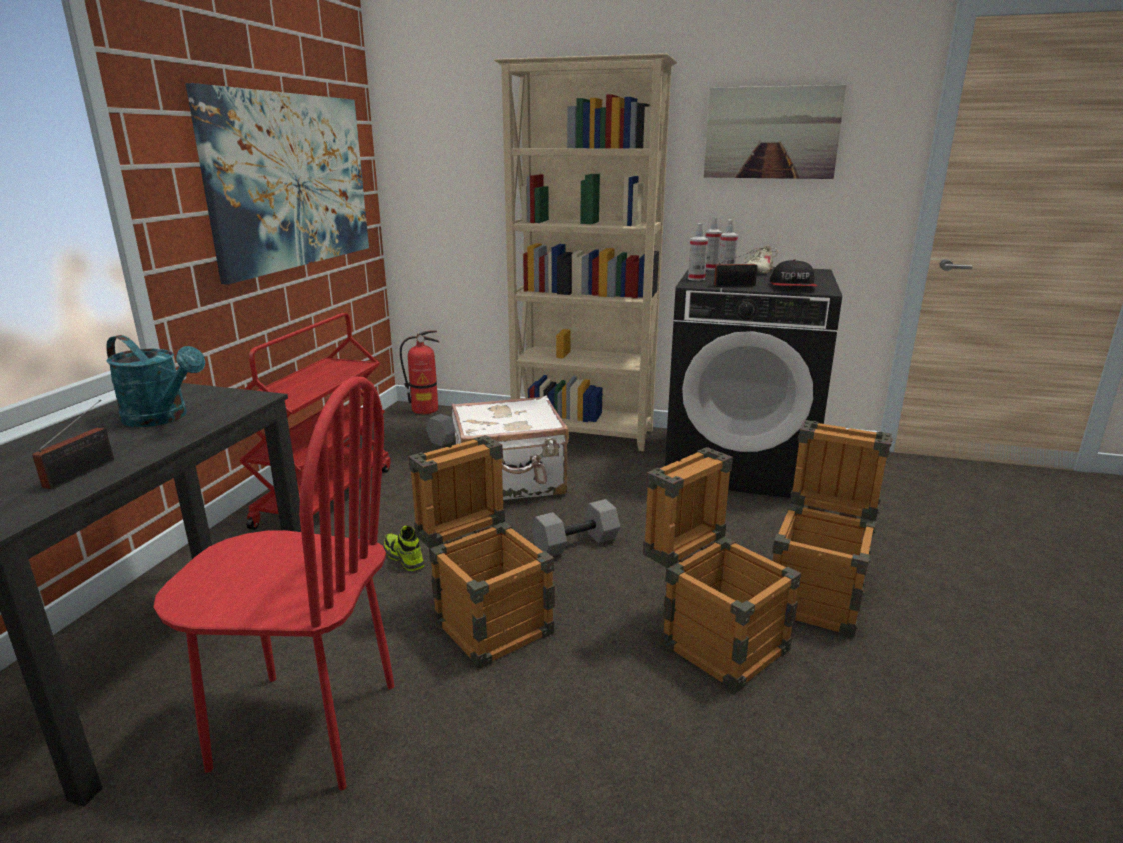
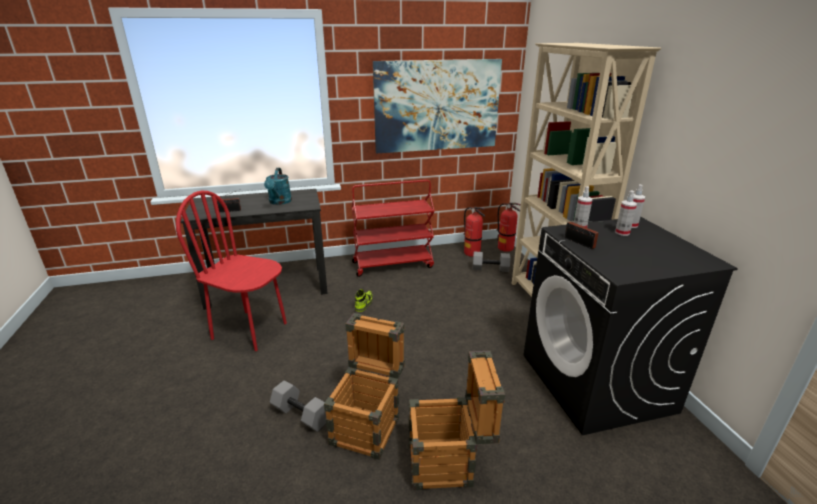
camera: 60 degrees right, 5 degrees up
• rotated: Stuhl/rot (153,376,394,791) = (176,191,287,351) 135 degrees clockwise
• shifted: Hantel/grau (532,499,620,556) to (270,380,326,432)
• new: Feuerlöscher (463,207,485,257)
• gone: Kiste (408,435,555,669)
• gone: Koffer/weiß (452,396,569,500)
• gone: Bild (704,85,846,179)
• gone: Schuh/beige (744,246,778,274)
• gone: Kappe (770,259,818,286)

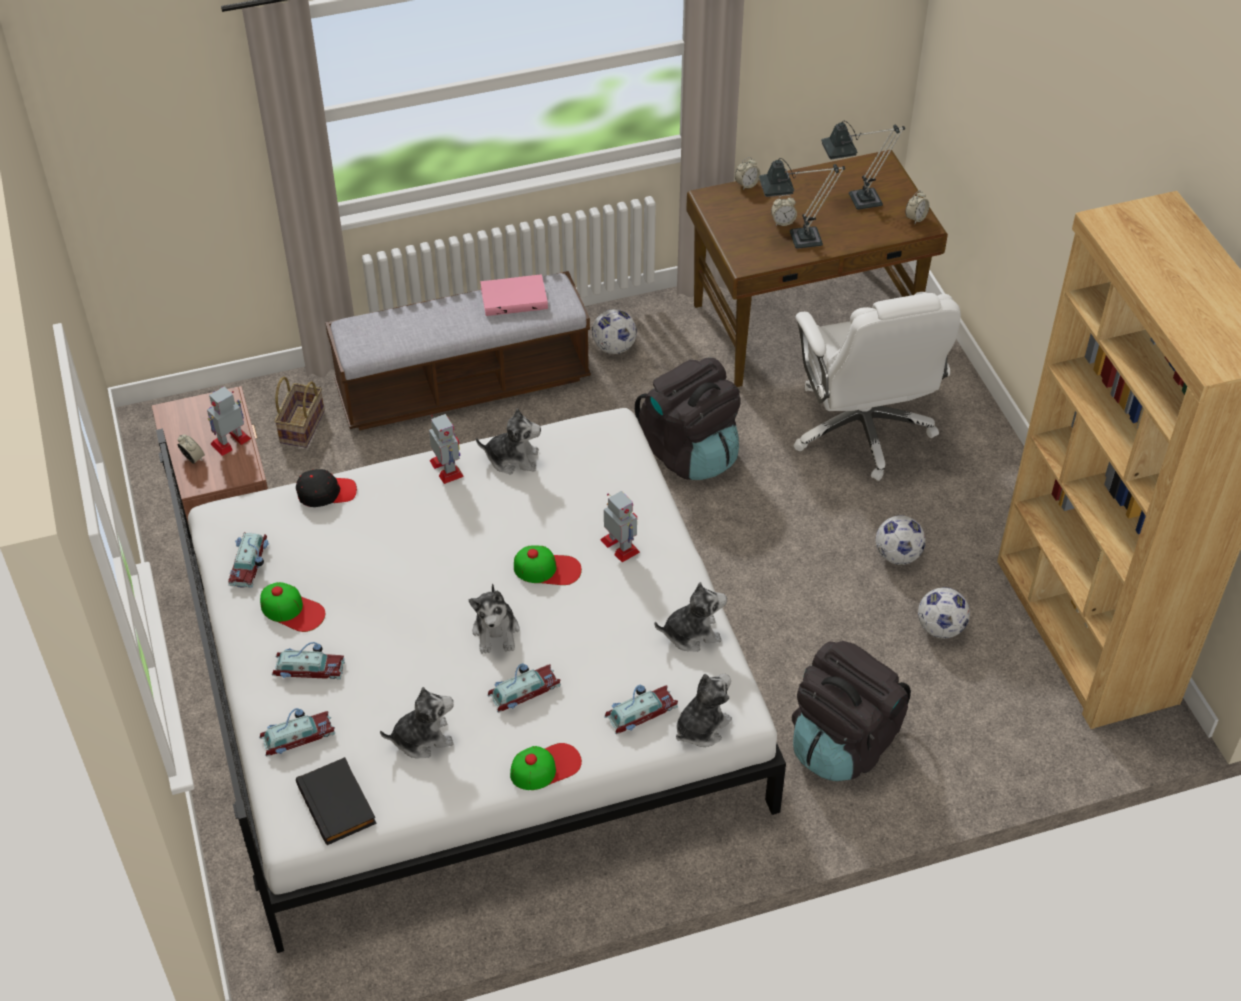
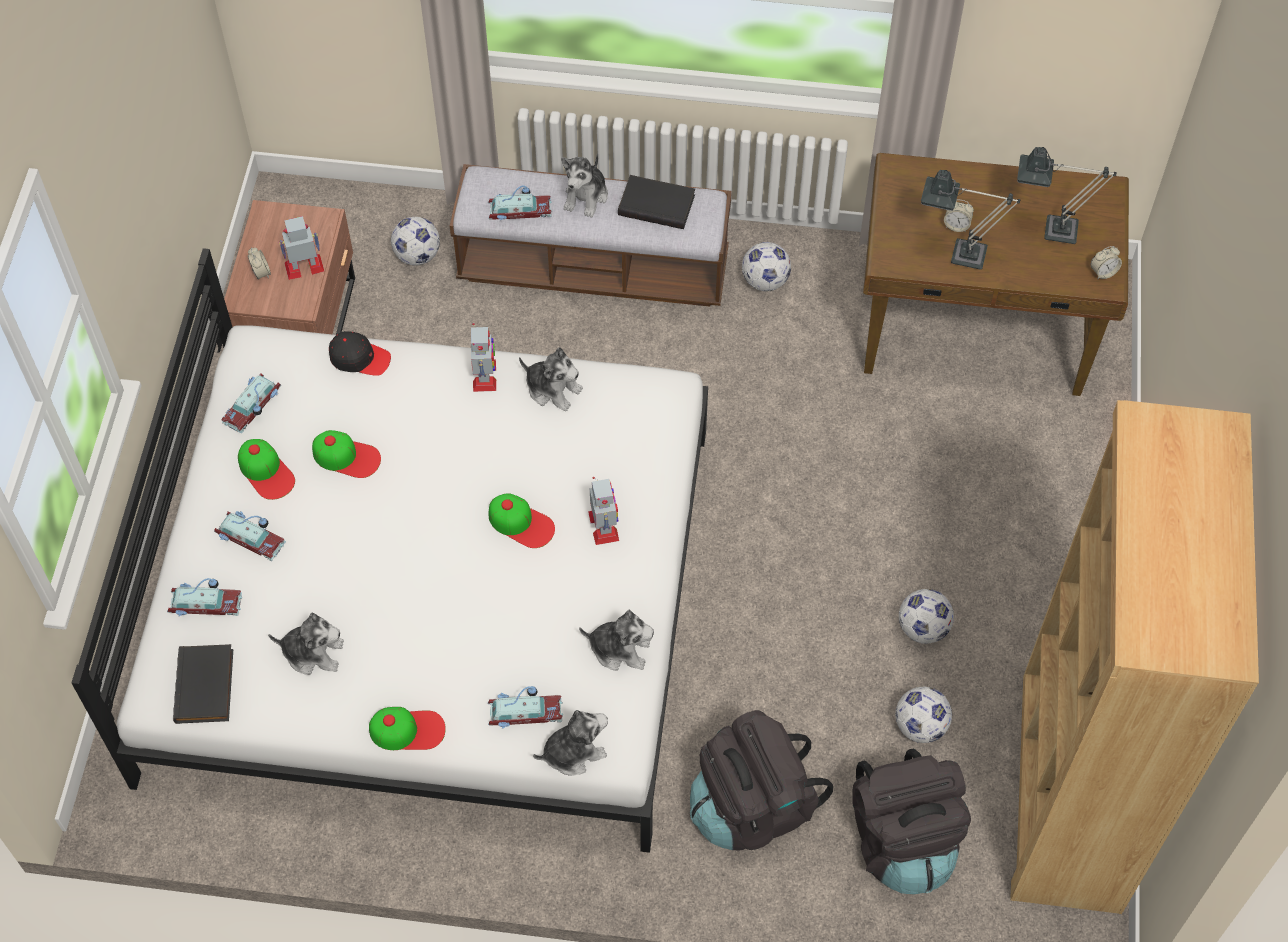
camera: 25 degrees right, 10 degrees up
• new: Kappe (312,430,381,478)
• swapped: Korb (274,376,325,448) to Fußball (391,217,440,266)
• shifted: Spielzeugauto (487,663,561,713) to (488,185,552,220)
• shifted: Plüschtier (469,583,520,654) to (561,153,608,217)
• repainted: Buch/rosa (480,274,548,316) to Buch/schwarz (618,175,695,229)
• shifted: Rucksack/schwarz (635,358,741,480) to (852,749,971,894)
• gone: Wecker (735,157,761,190)
• gone: Bürostuhl/weiß (794,292,961,481)

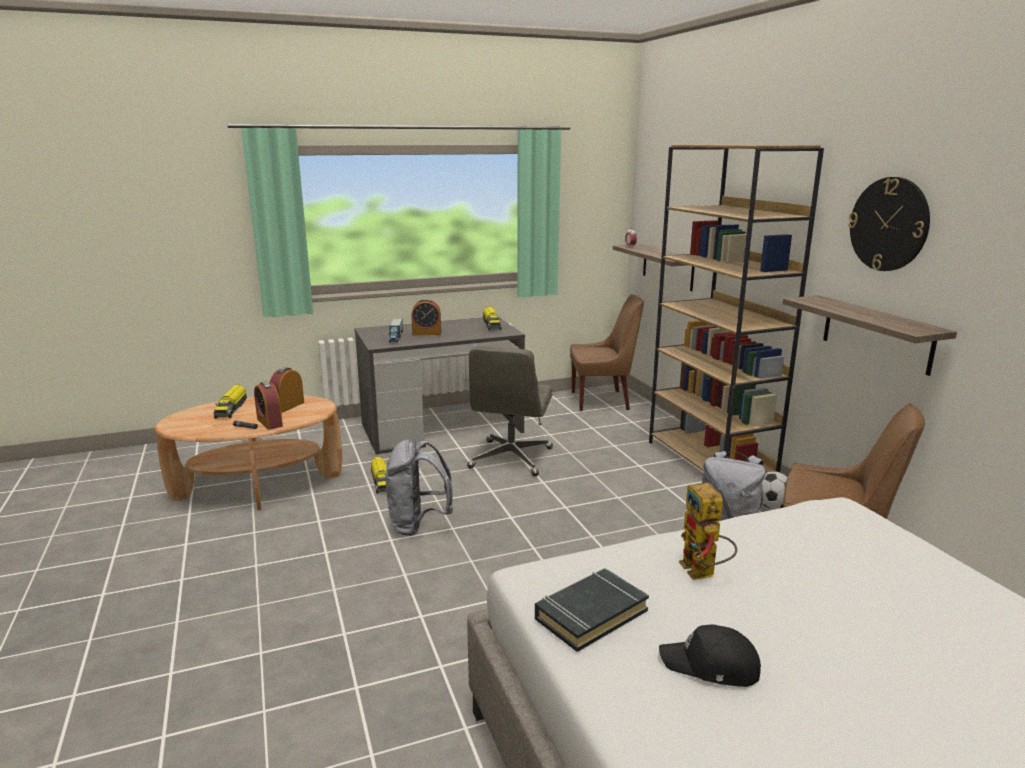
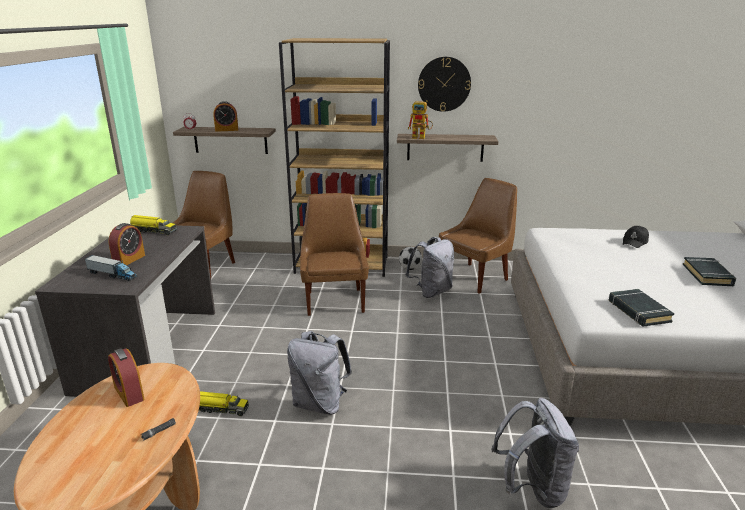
camera: 65 degrees left, 5 degrees up
• shifted: Wecker (254,381,283,430) to (213,101,238,132)
• new: Stuhl/braun (300,193,369,316)
• shifted: Spielzeugroboter (679,483,737,580) to (408,100,433,139)
• new: Rucksack/grau (492,398,579,508)
• shifted: Kappe/schwarz (659,625,761,687) to (623,226,649,248)
• new: Buch/schwarz (683,257,736,286)
• gone: Spielzeuglaster (213,385,247,418)
• gone: Bürostuhl/grau (467,346,553,476)

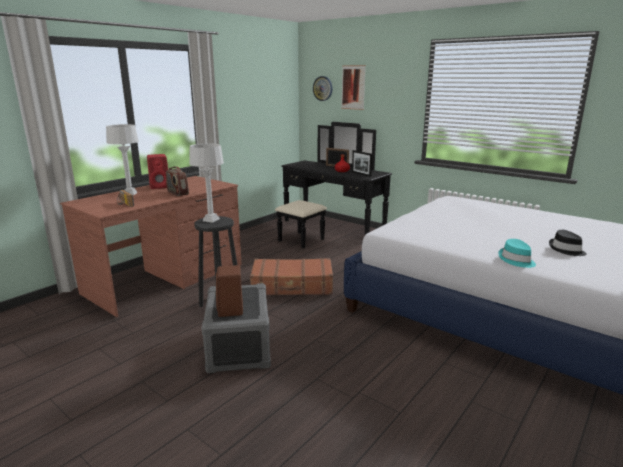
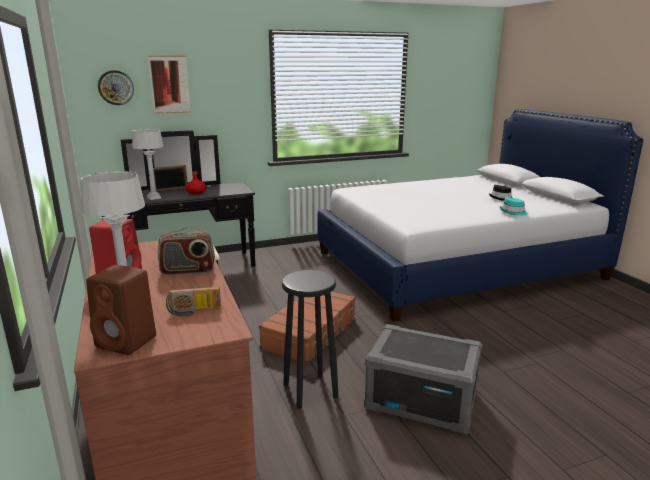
camera: 60 degrees left, 0 degrees up
• shifted: Lautsprecher/braun (216,265,243,317) to (86,265,156,355)
• shifted: Tischlampe/grau (189,143,224,223) to (132,129,163,200)
• gone: Bilderrahmen (352,150,372,177)

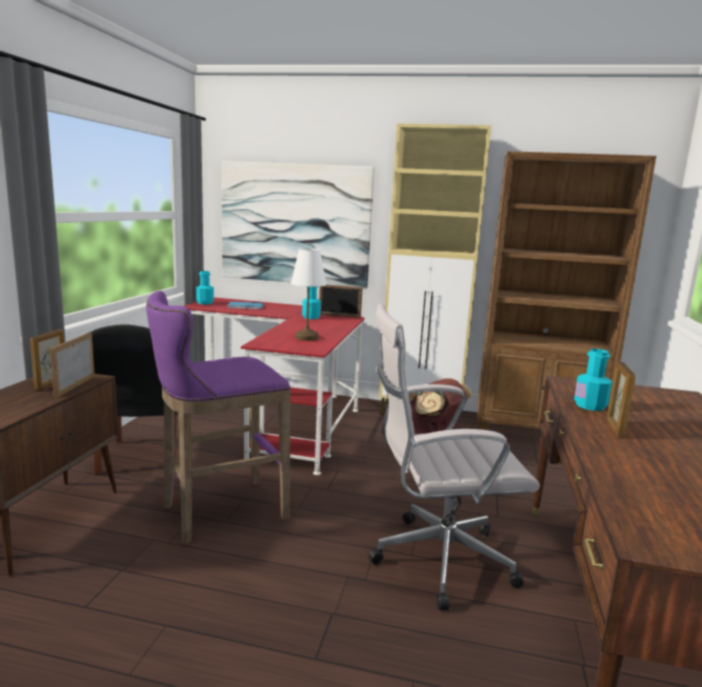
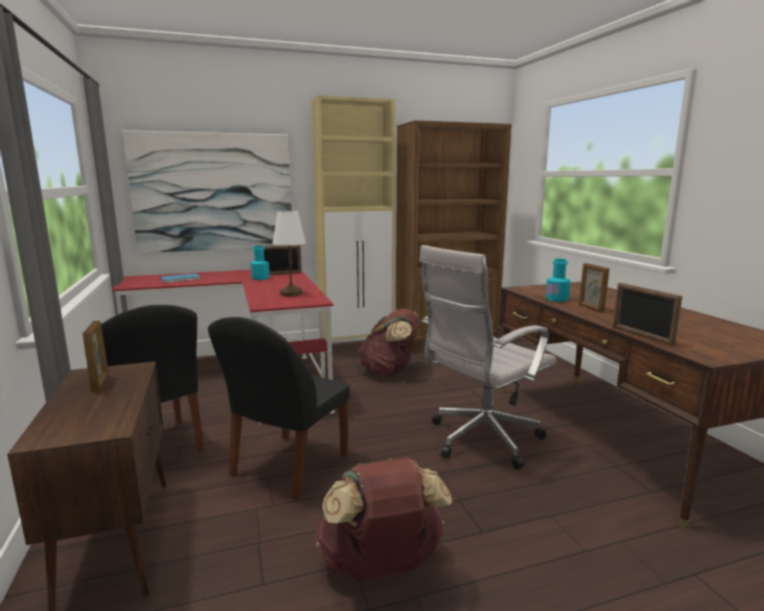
camera: 30 degrees left, 0 degrees up
• swapped: Hocker/lila (146,291,291,544) to Stuhl/schwarz (208,317,350,500)
• new: Rucksack/braun (314,458,452,581)
• shifted: Bilderrahmen (50,332,95,398) to (613,283,682,346)
• gone: Flasche/türkis (196,271,214,304)

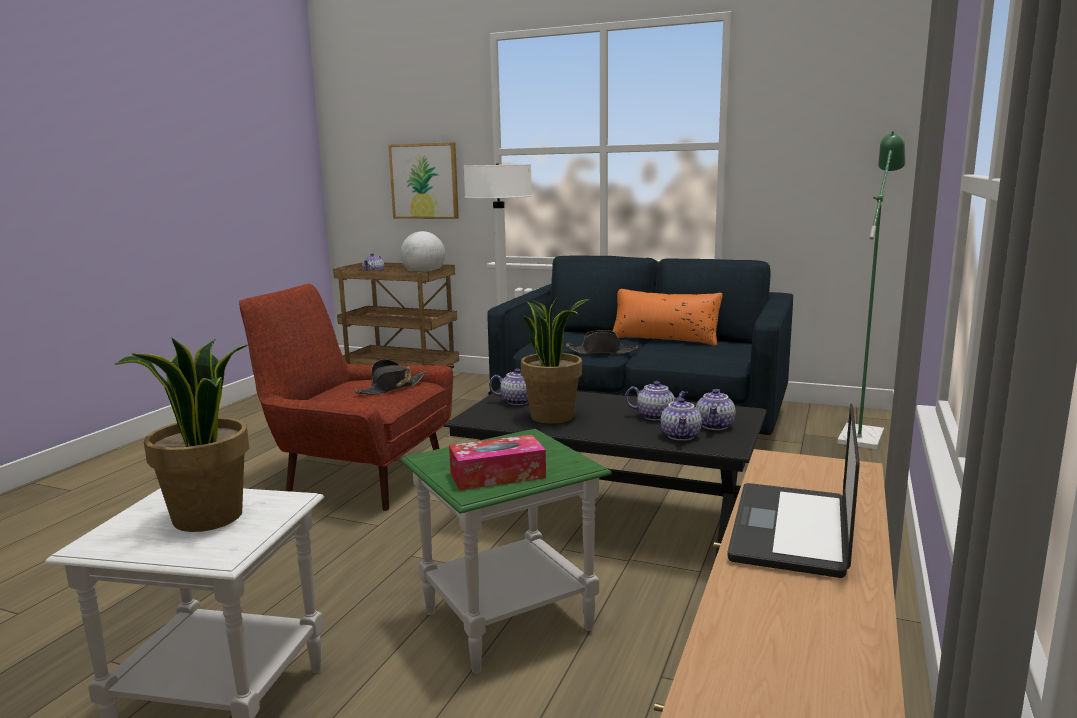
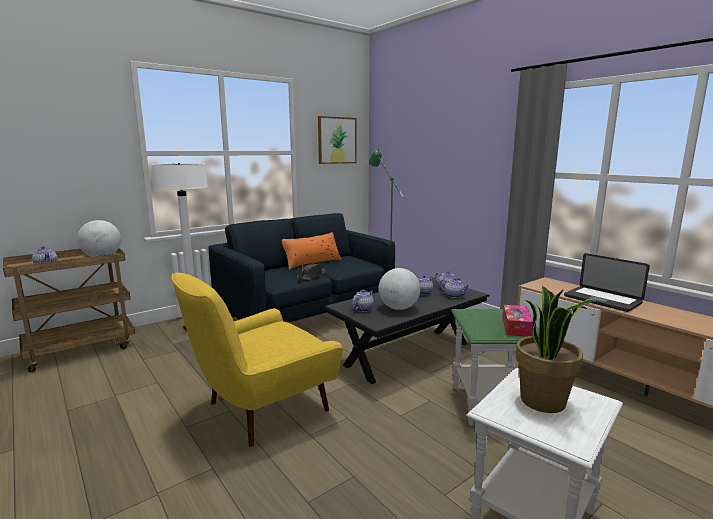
camera: 60 degrees left, 0 degrees up
• repainted: Sessel/rot (239,284,453,511) to Sessel/gelb (171,273,343,447)
• shifted: Bild (388,142,459,219) to (318,116,357,164)
• swapped: Topfpflanze (521,296,590,424) to Globus (379,268,420,310)
• gone: Hut/schwarz (354,359,426,395)

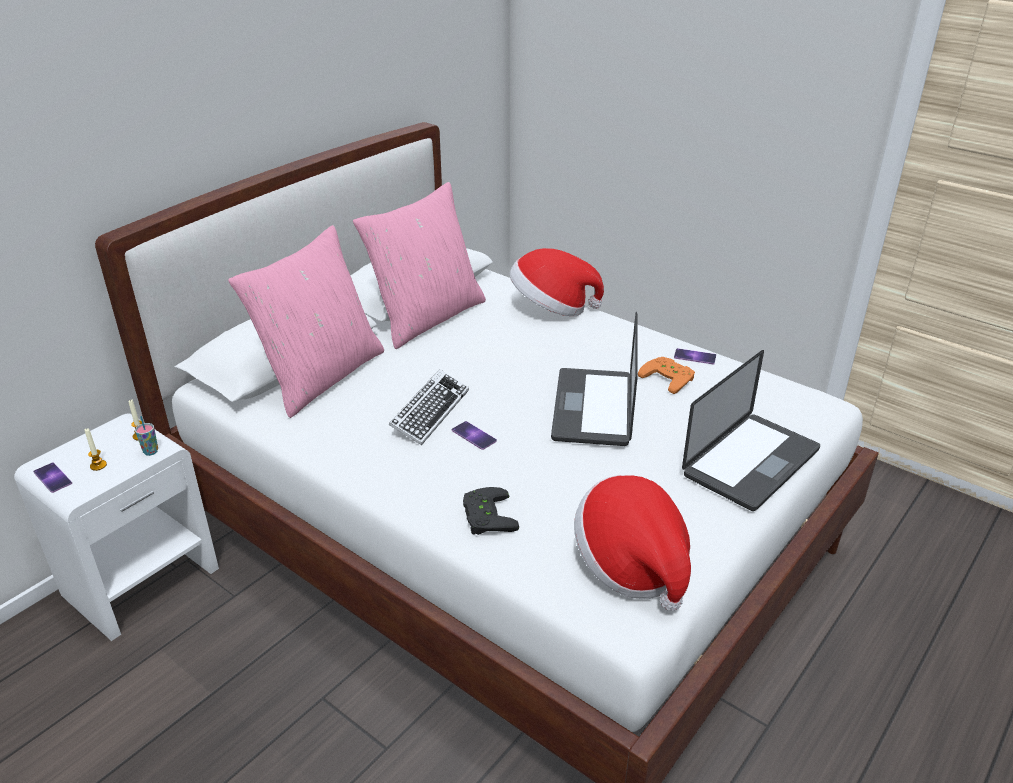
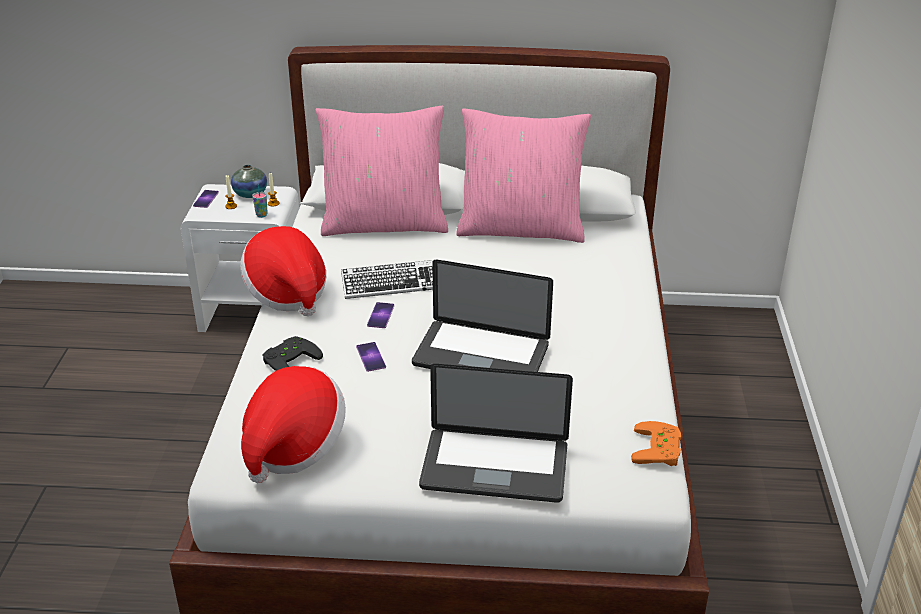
camera: 55 degrees right, 0 degrees up
• new: Vase (231,165,267,198)
• shifted: Hut (510,248,604,316) to (240,226,326,316)
• shifted: Handy (674,348,716,364) to (356,342,386,372)
• rotated: Laptop (551,312,638,446) = (412,259,553,372) 135 degrees counterclockwise
• shifted: Gamepad/orange (638,357,695,394) to (631,421,681,466)

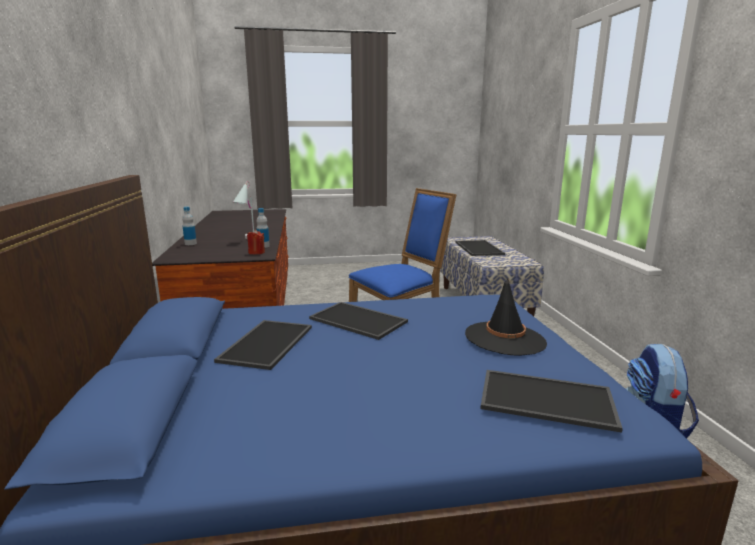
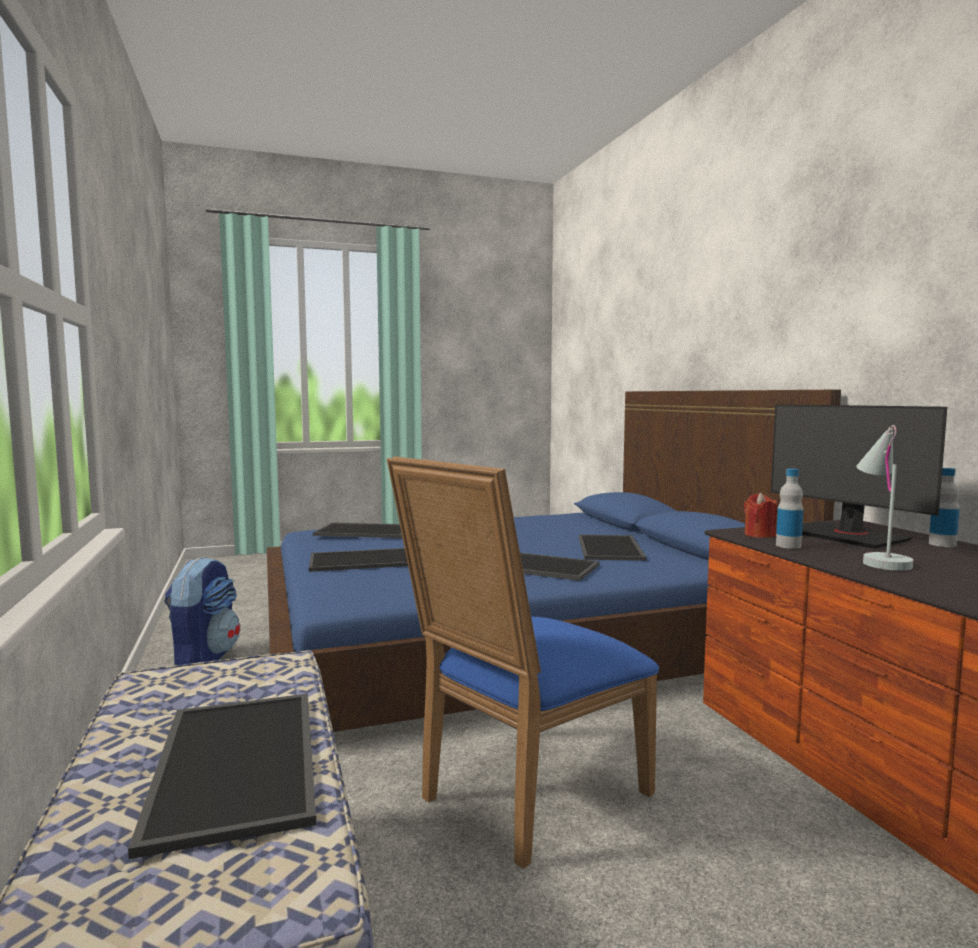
camera: 170 degrees right, 10 degrees down
• swapped: Hut/schwarz (465,278,547,356) to Tablett (309,548,408,572)
• new: Monitor (771,404,947,548)

